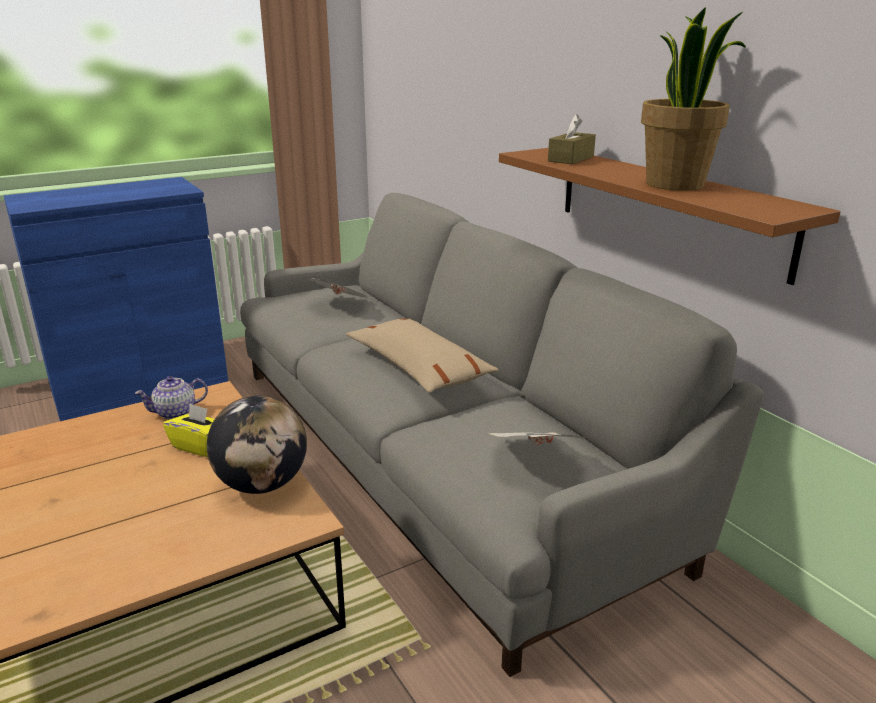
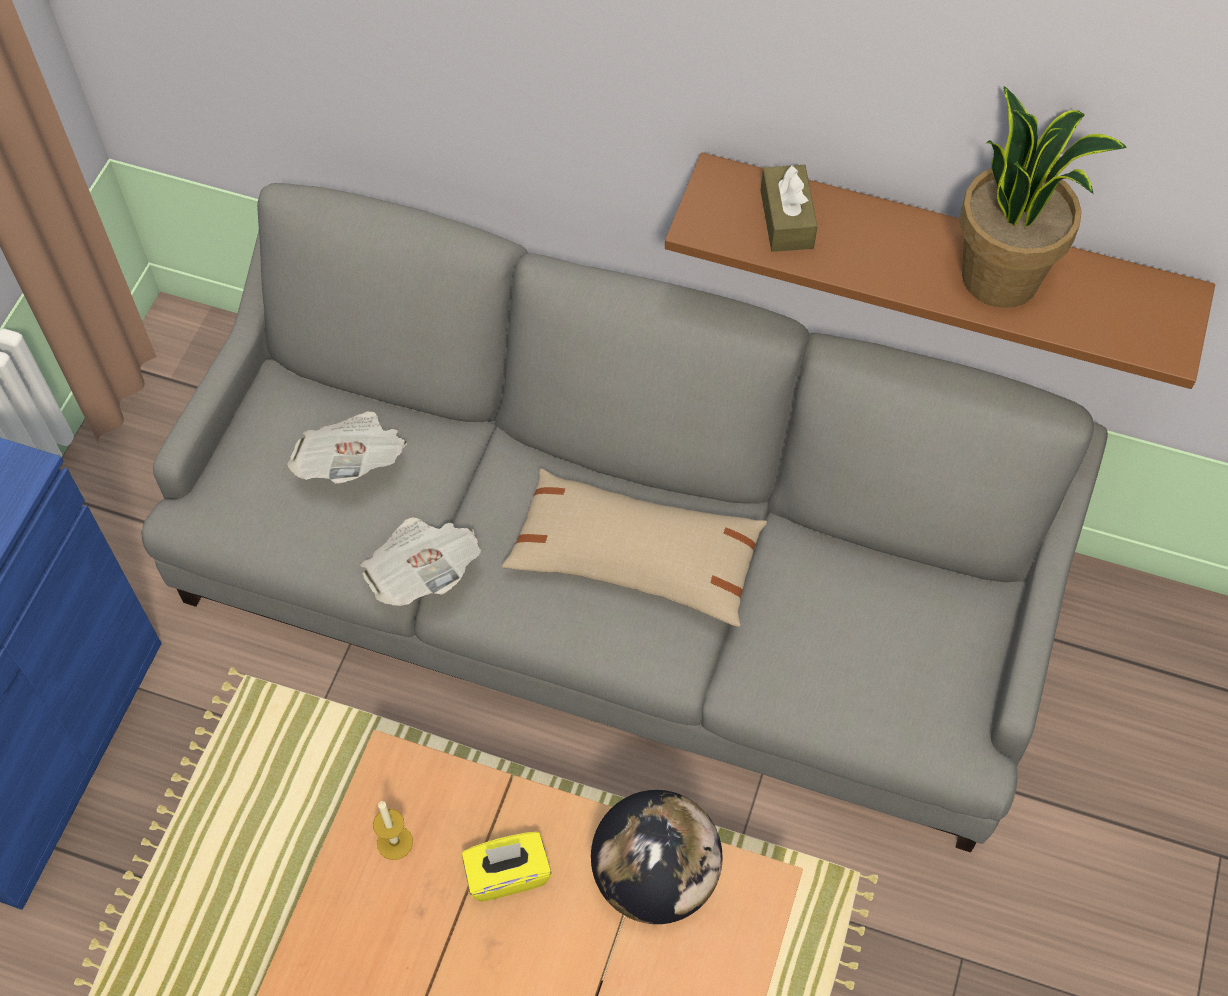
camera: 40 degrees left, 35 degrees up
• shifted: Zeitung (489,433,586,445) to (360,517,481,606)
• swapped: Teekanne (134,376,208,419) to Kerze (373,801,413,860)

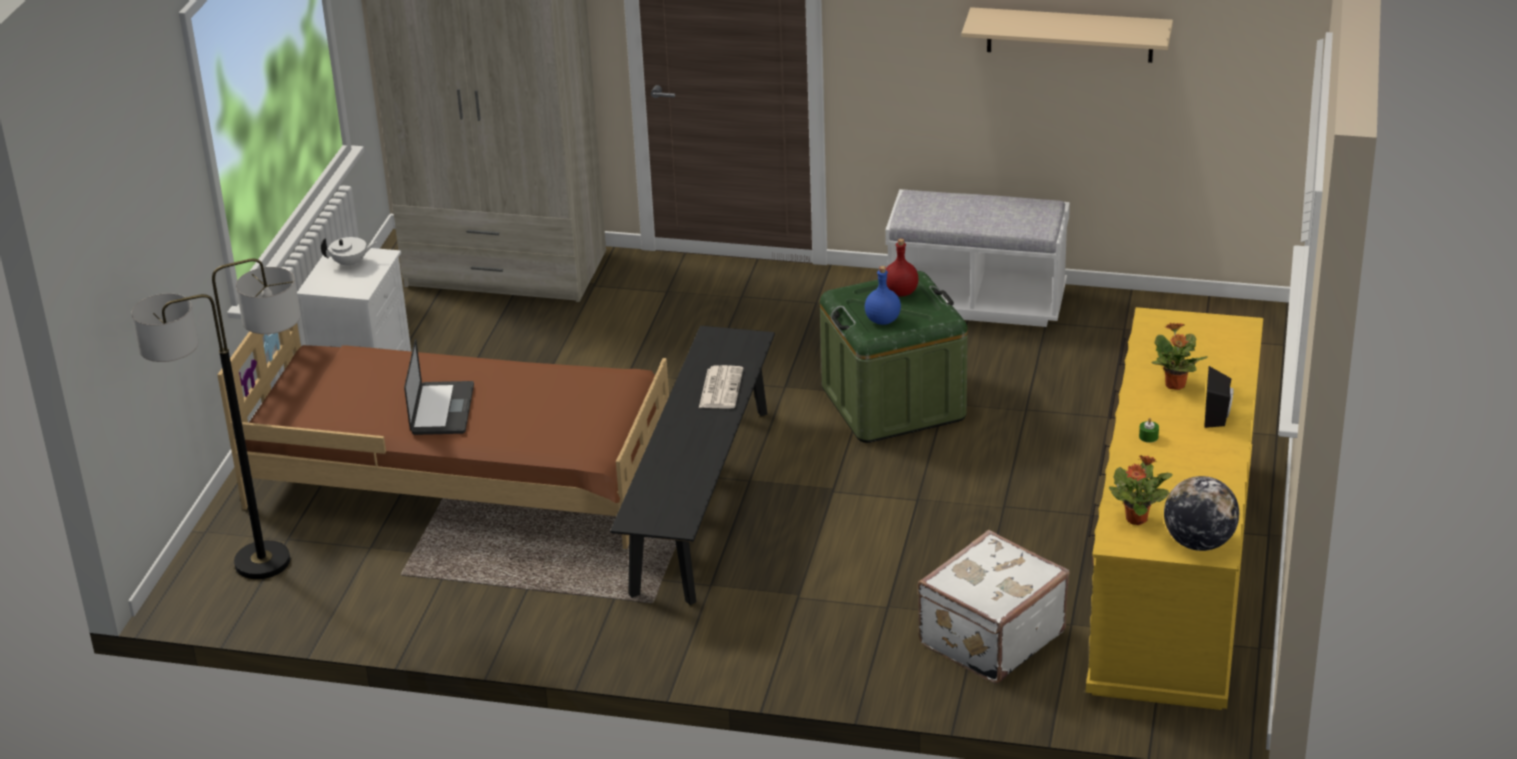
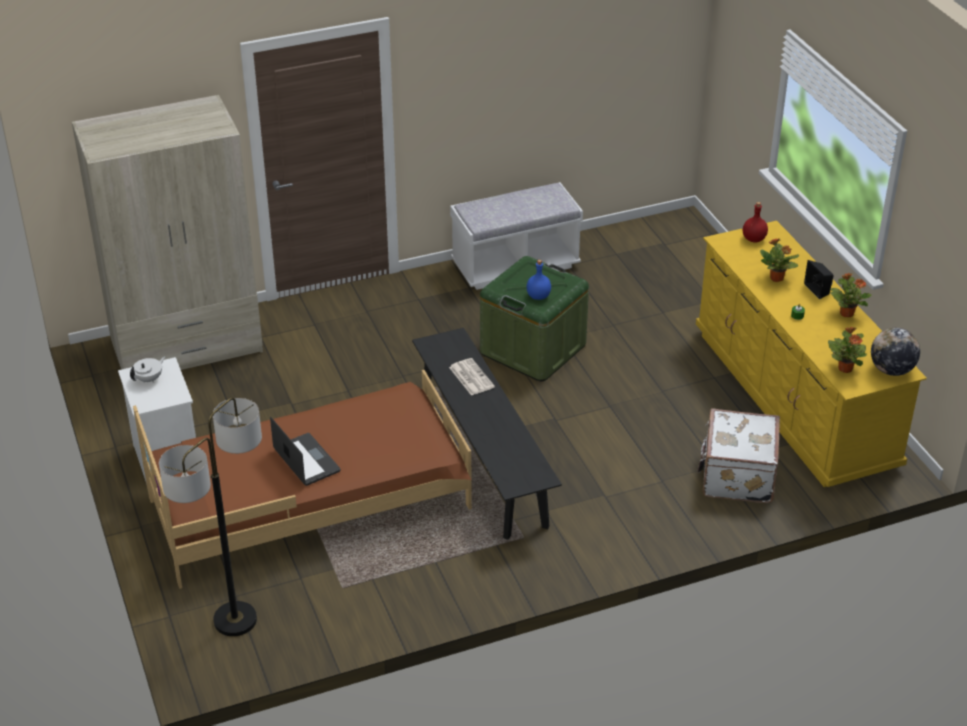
camera: 35 degrees left, 5 degrees up
• shifted: Flasche/rot (886,239,919,297) to (743,202,768,242)
• new: Topfpflanze (830,273,872,317)
• gone: Wandregal/beige (961,7,1173,63)

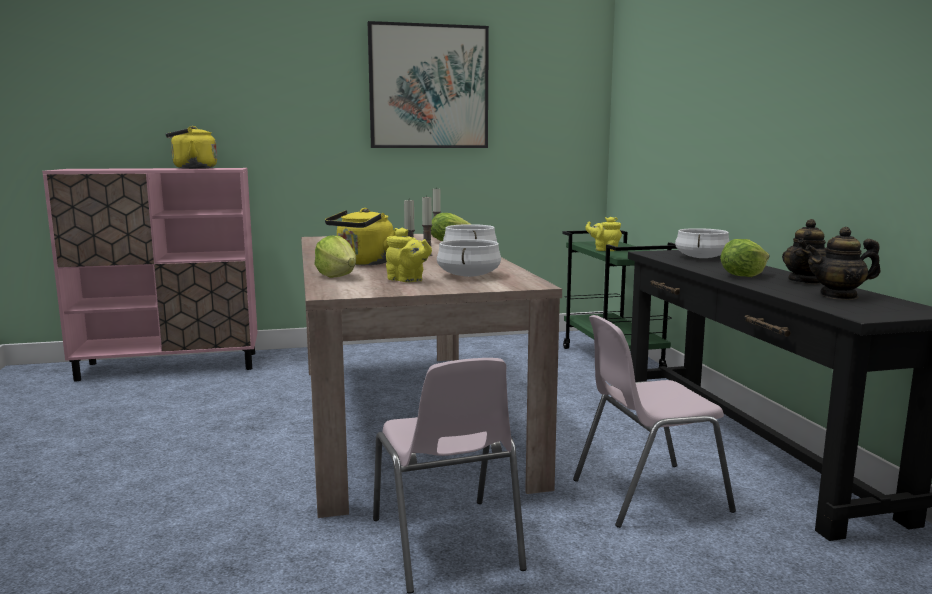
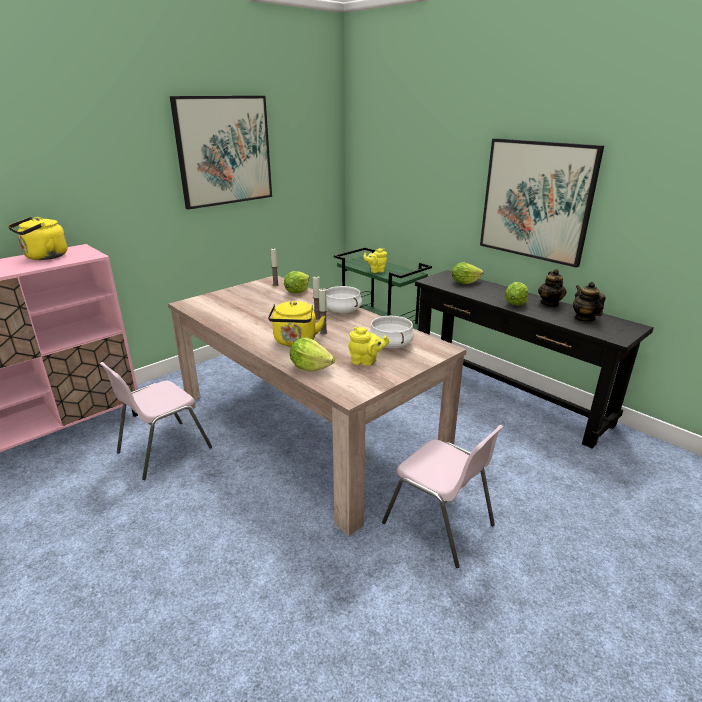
camera: 30 degrees left, 15 degrees up
• shifted: Stuhl/rosa (573,315,736,528) to (99,362,212,480)
• swapped: Kochtopf/weiß (675,228,729,258) to Salatkopf (452,262,483,284)
• new: Bild (480,138,604,268)
• rotated: Teekanne (806,227,881,300) = (573,282,606,322) 105 degrees clockwise

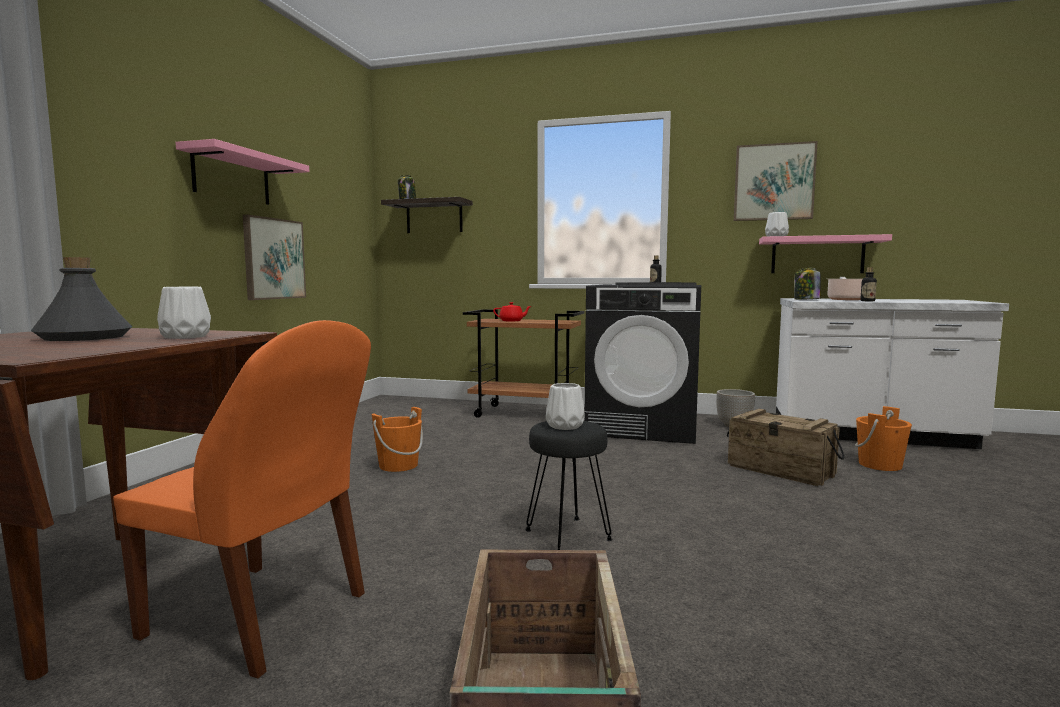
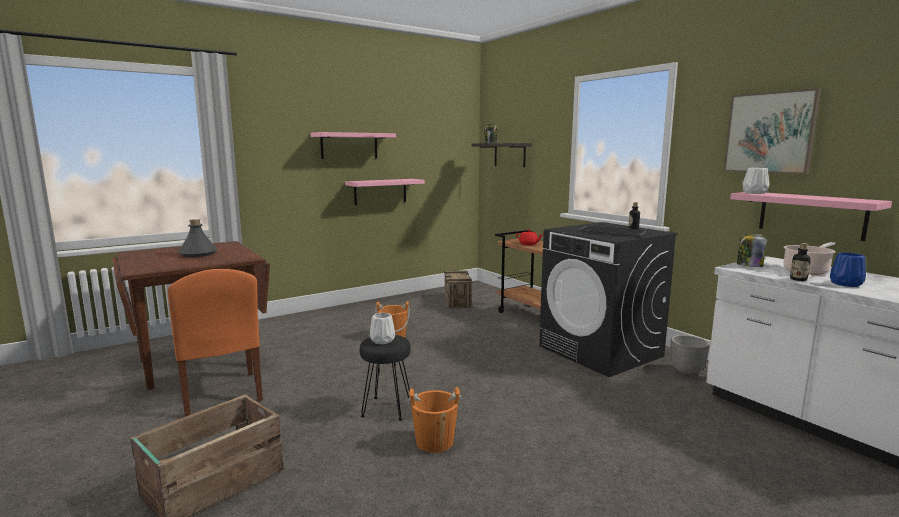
camera: 40 degrees right, 5 degrees up
• swapped: Bild (243,215,306,300) to Wandregal/rosa (345,179,425,205)
• shifted: Eimer/orange (855,406,912,471) to (408,387,461,453)
• shifted: Kiste (727,409,844,486) to (444,270,473,309)
• new: Vase/blau (830,252,866,287)
• gone: Vase/weiß (157,286,211,339)

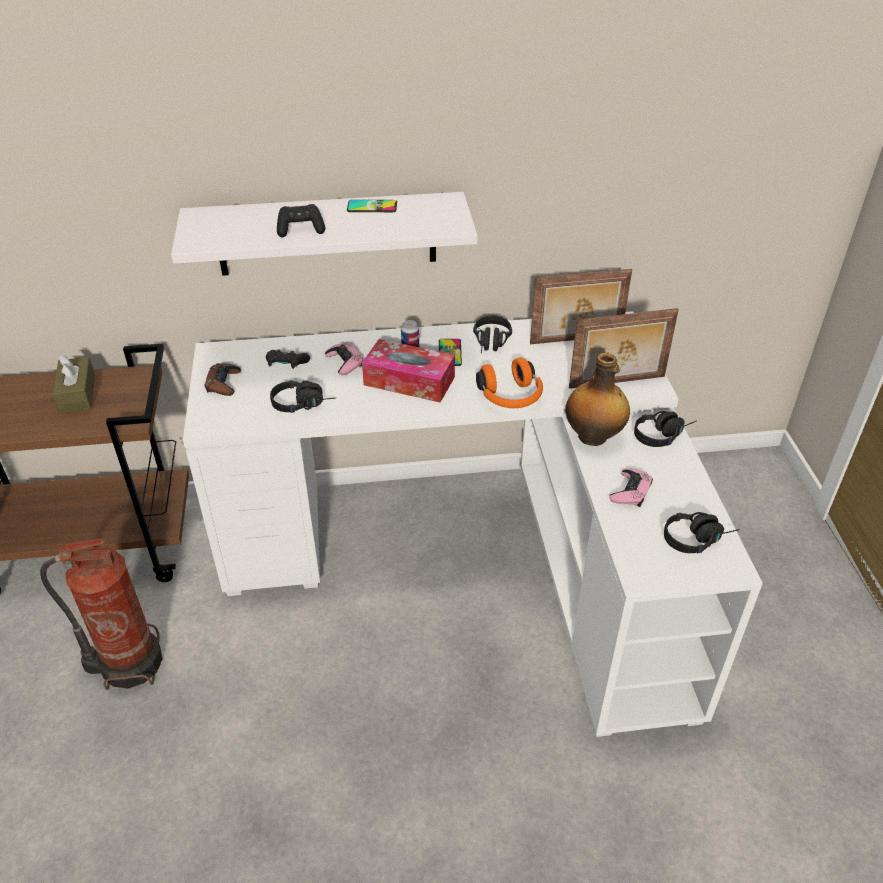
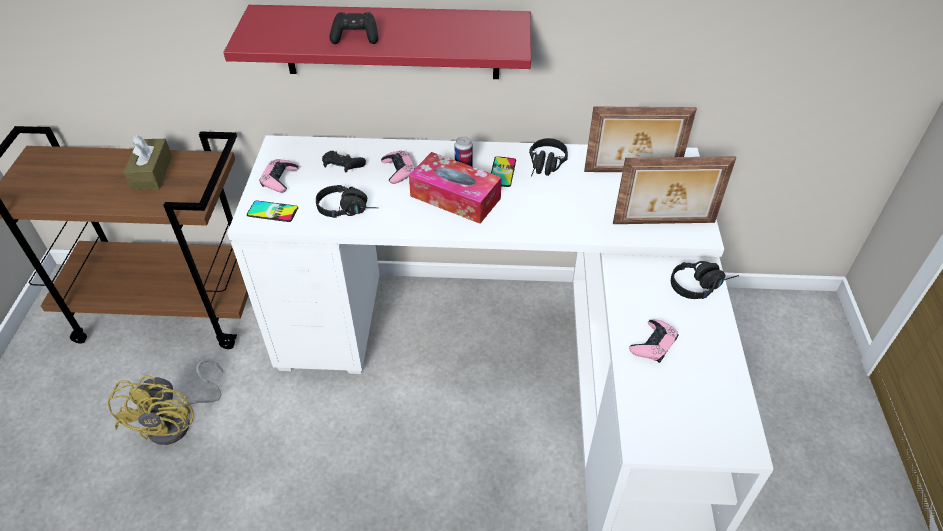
camera: 10 degrees right, 5 degrees up
• swapped: Feuerlöscher (40,539,163,690) to Ventilator/gelb (108,359,223,445)
• repainted: Wandregal/weiß (171,192,478,276) to Wandregal/rot (223,5,531,79)
• shifted: Handy (347,200,397,212) to (247,201,298,222)
• repainted: Gamepad/braun (204,363,241,396) to Gamepad/rosa (259,159,298,193)
• gone: Kopfhörer/orange (476,357,543,408)
• gone: Flasche (565,352,630,446)
• gone: Kopfhörer/schwarz (664,512,739,553)

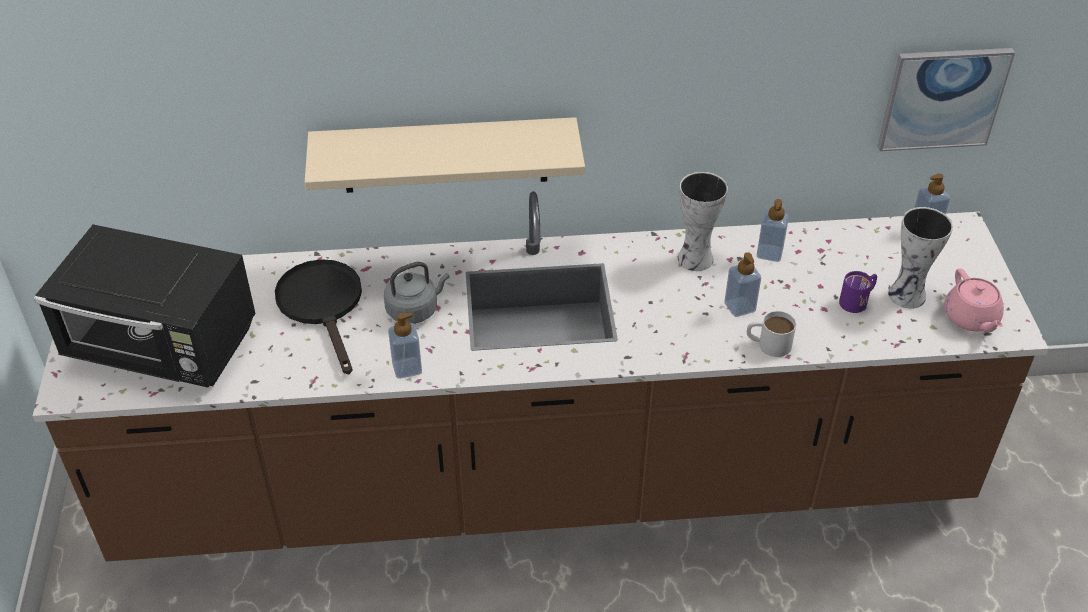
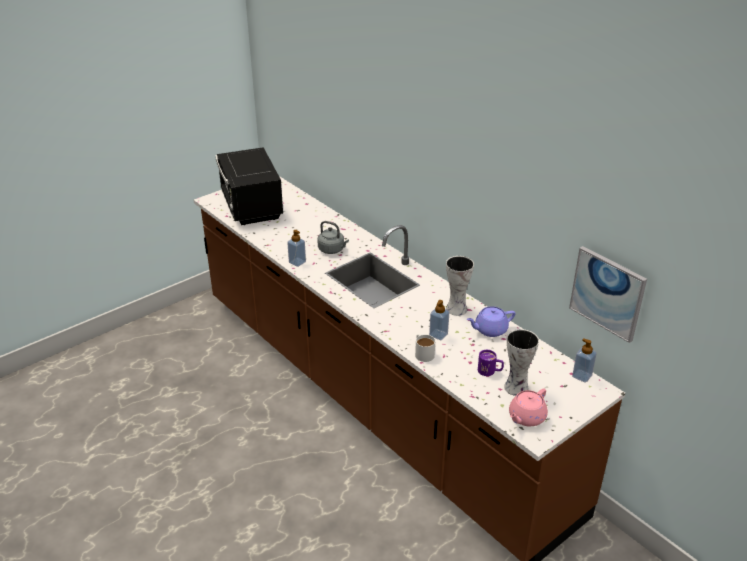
camera: 55 degrees right, 10 degrees down
• swapped: Seifenspender (757,199,789,262) to Teekanne/lila (467,306,515,337)
• gone: Pfanne/schwarz (275,259,362,375)
• gone: Wandregal/beige (305,117,585,193)

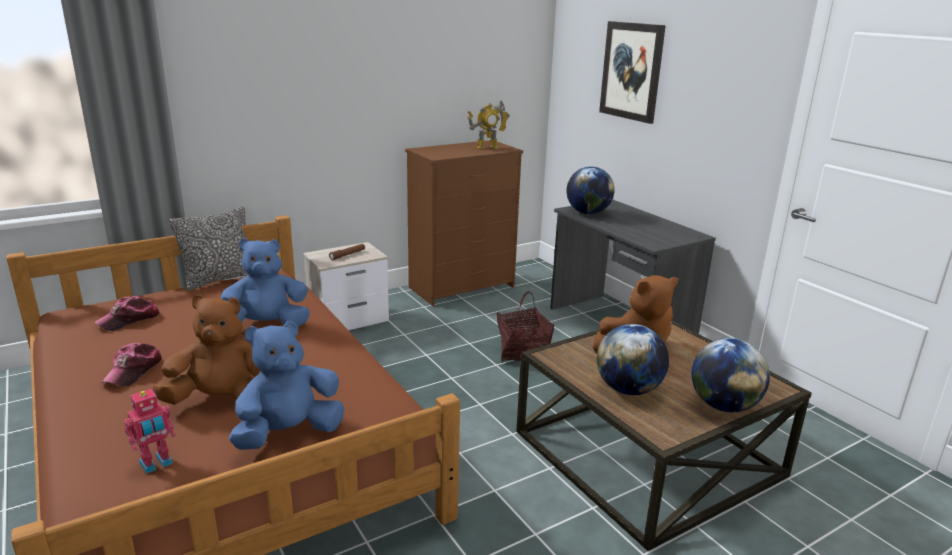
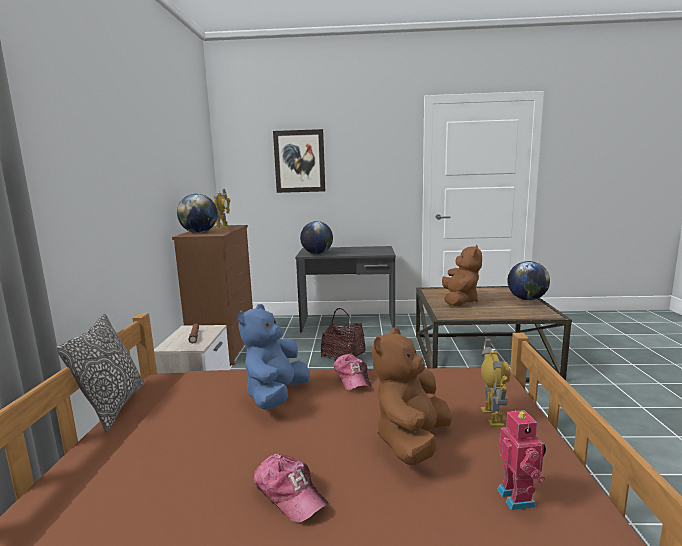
camera: 55 degrees left, 10 degrees down
• shifted: Globus (597,324,669,395) to (177,194,218,233)
• shifted: Kappe (94,296,160,331) to (334,354,372,391)
• swapped: Plüschtier/blau (229,321,344,450) to Spielzeugroboter (481,338,510,427)

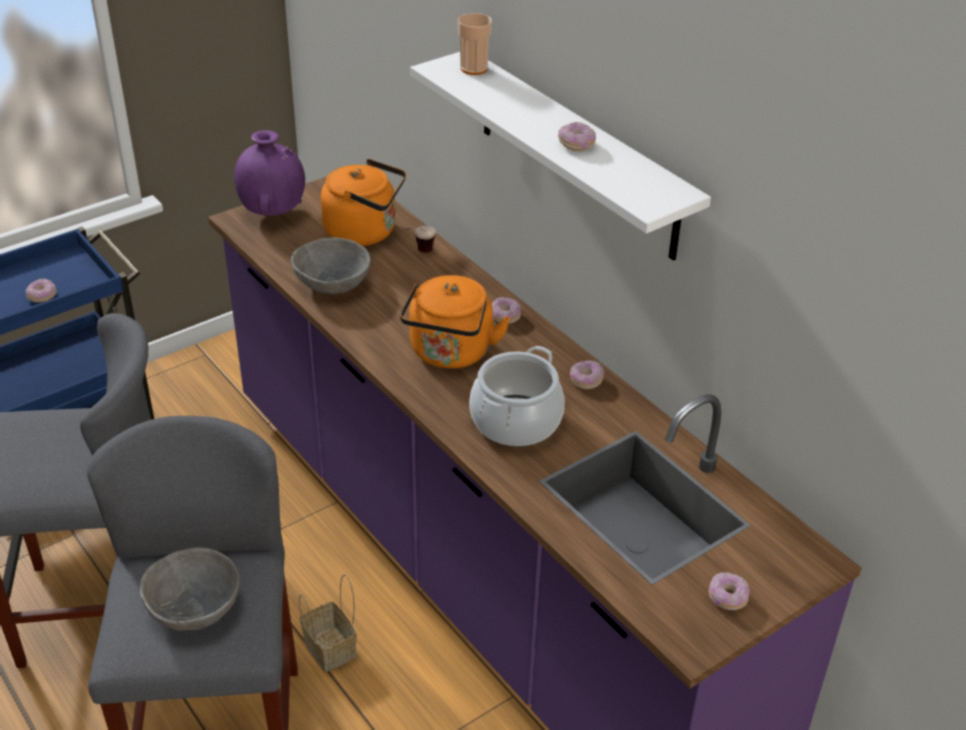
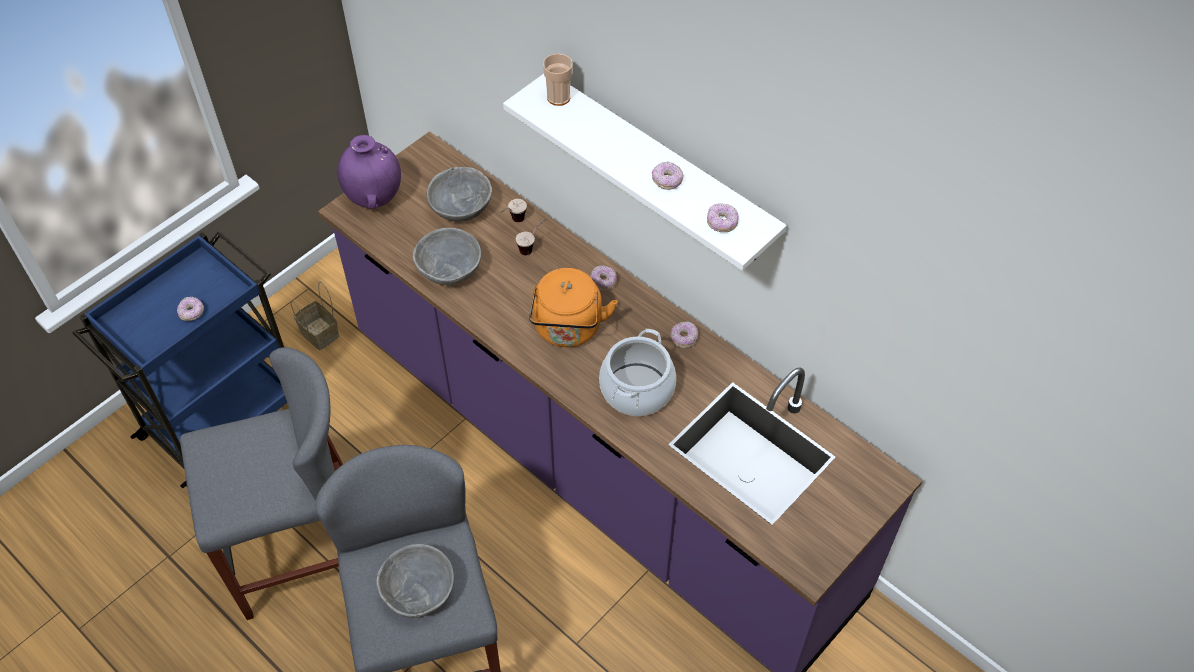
camera: 10 degrees left, 15 degrees up
• shifted: Korb (299,574,357,672) to (291,281,339,350)
• swapped: Wasserkessel/orange (321,159,406,246) to Schüssel/grau (427,167,492,222)
• new: Tasse (516,219,546,255)
• shifted: Donut (709,572,750,610) to (707,203,739,232)

